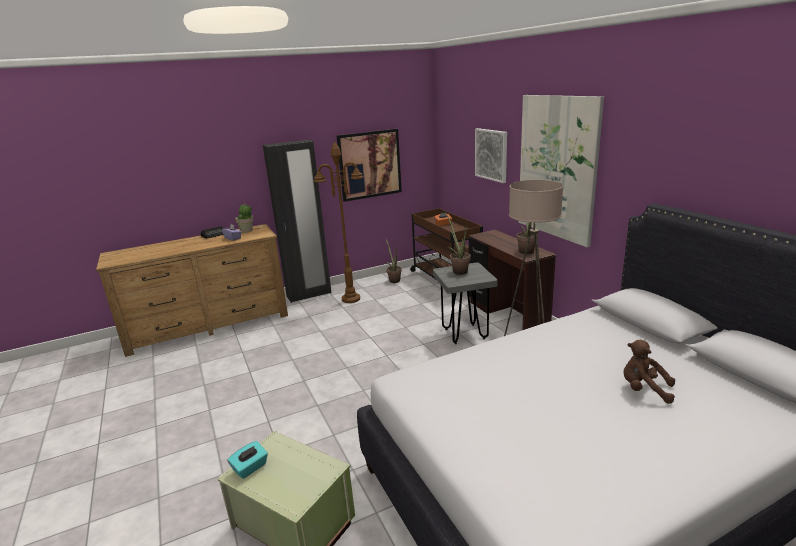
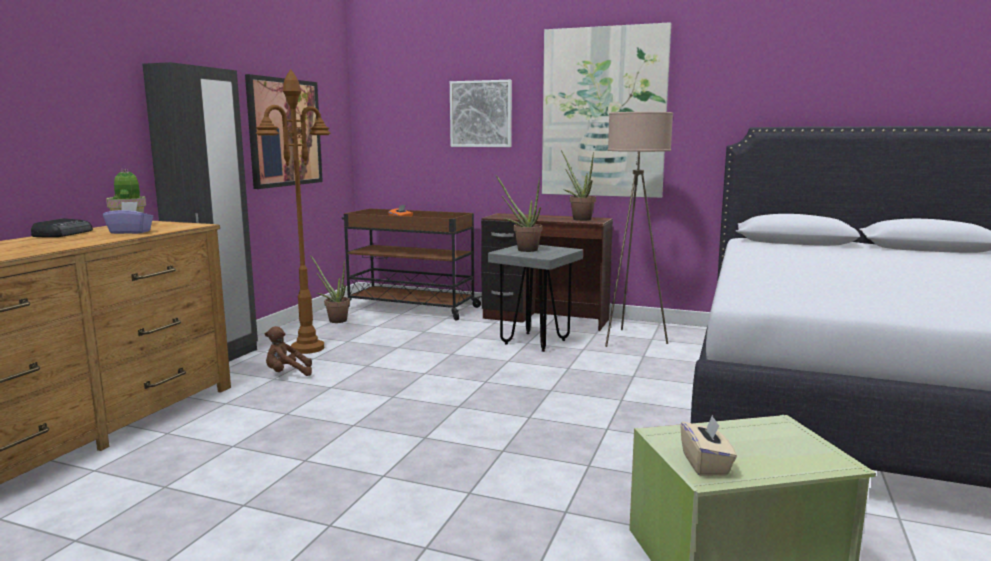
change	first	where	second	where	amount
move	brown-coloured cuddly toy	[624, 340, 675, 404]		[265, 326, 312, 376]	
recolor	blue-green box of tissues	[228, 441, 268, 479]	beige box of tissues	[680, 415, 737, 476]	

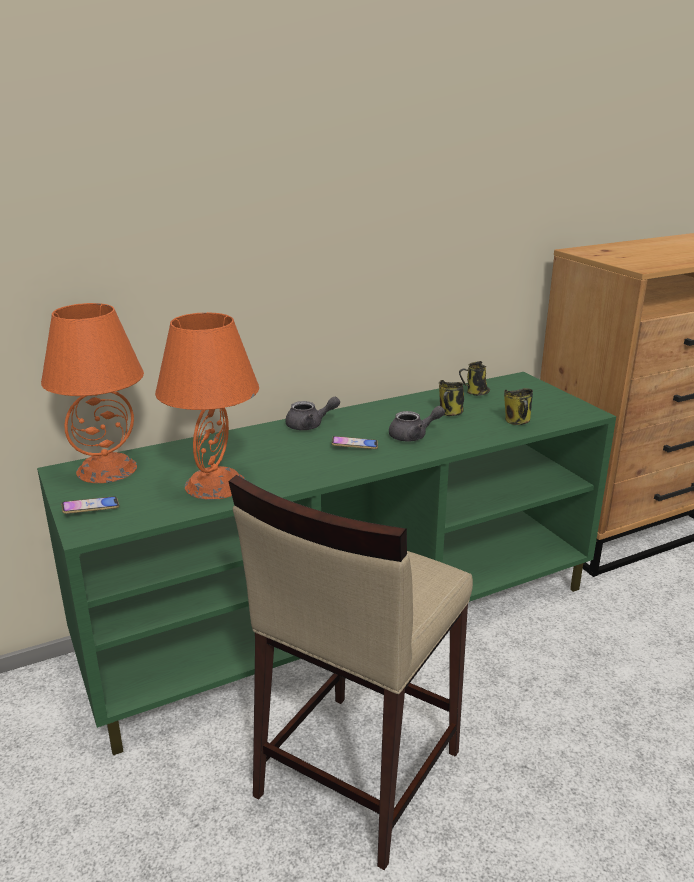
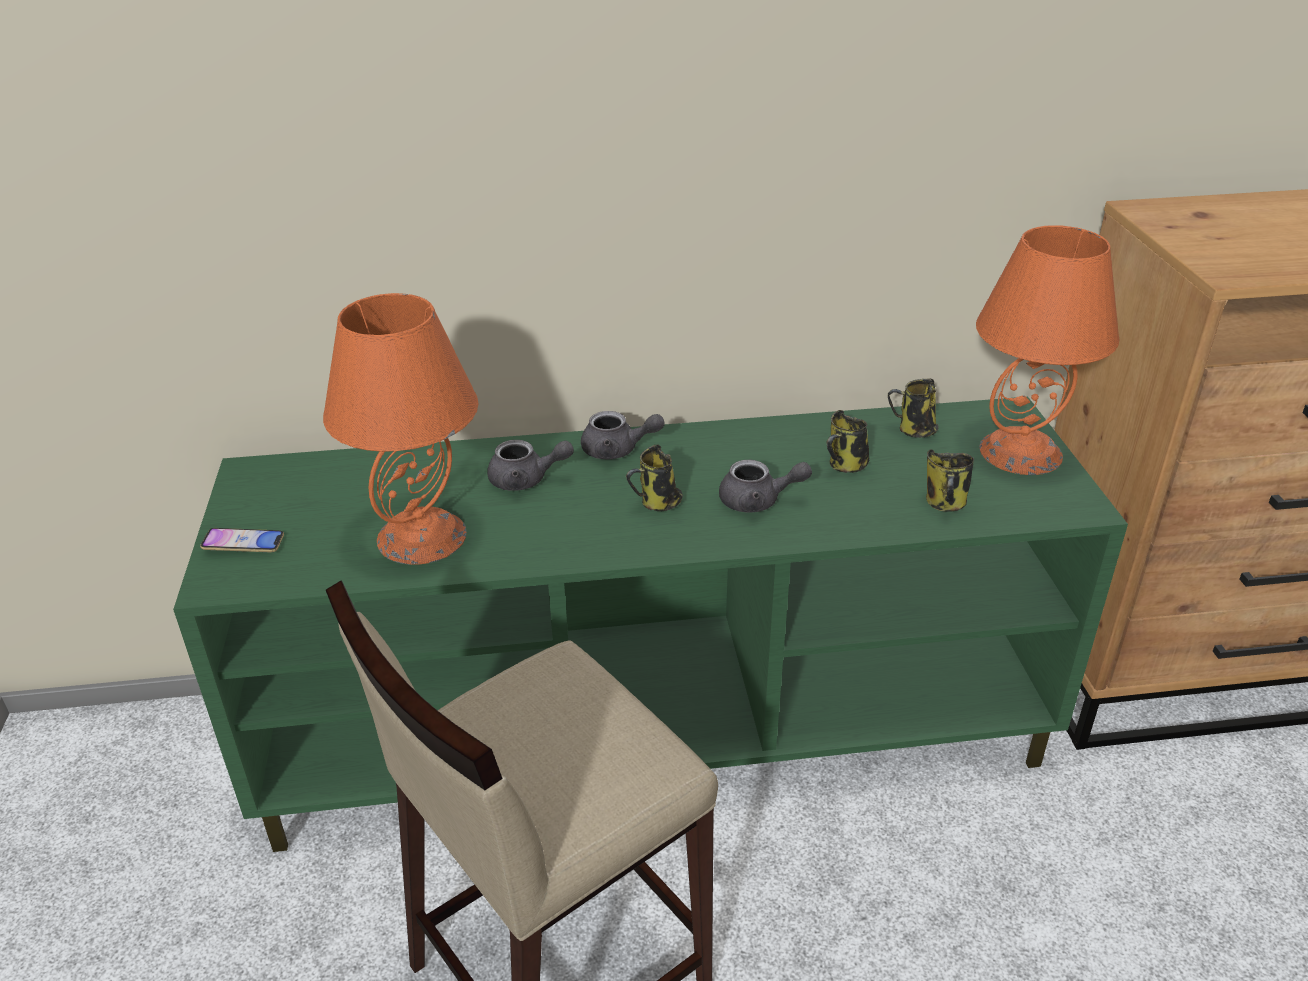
change	first	where	second	where	amount
insert			grey teapot	[487, 440, 574, 491]	
move	orange table lamp	[41, 303, 144, 483]		[976, 225, 1119, 475]	
replace	handset	[332, 436, 378, 449]	coffee mug	[626, 444, 683, 511]	

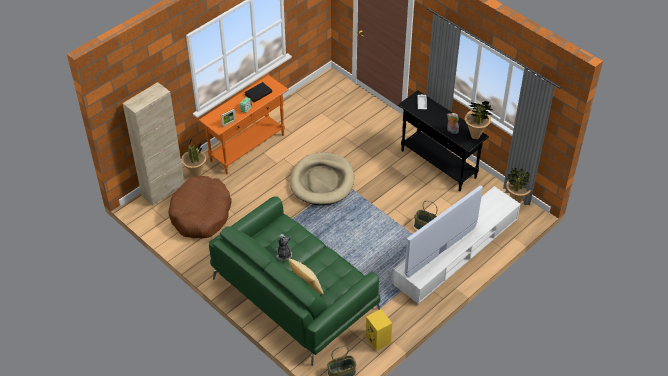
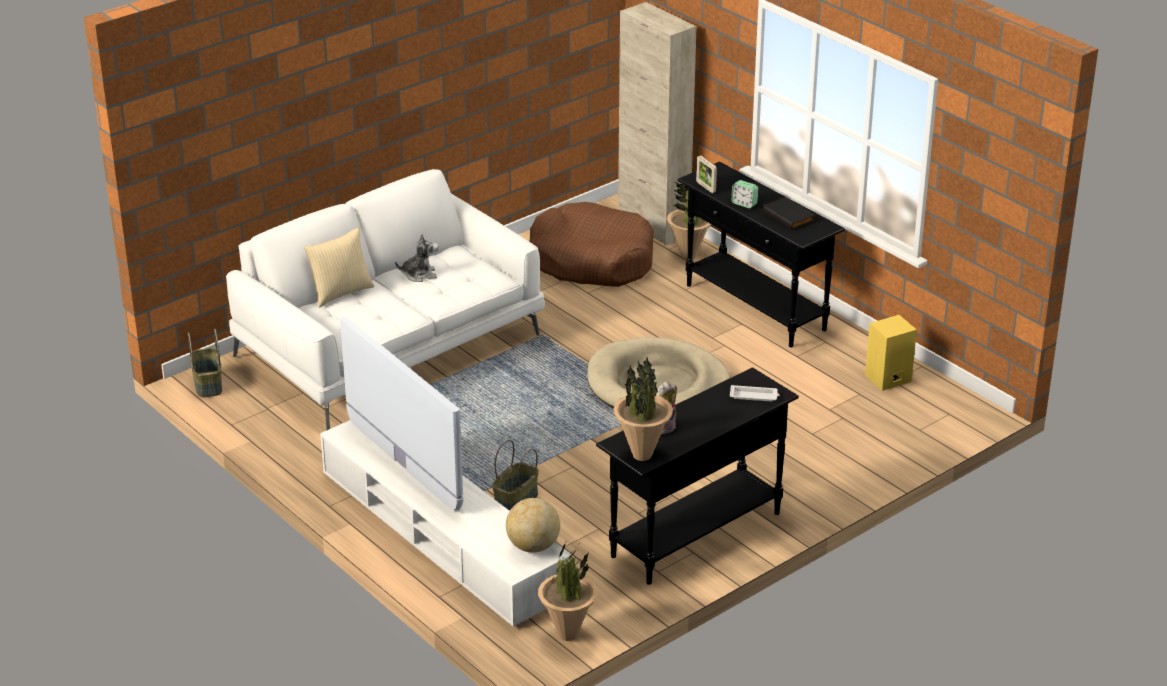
change	first	where	second	where	amount
insert			globe	[506, 498, 560, 553]	
move	yellow-coloured loudspeaker	[365, 309, 392, 351]		[865, 315, 917, 391]	
recolor	orange console table	[199, 75, 289, 174]	black console table	[678, 162, 845, 347]	
recolor	green-coloured sofa	[209, 196, 381, 366]	white sofa	[226, 169, 545, 430]	

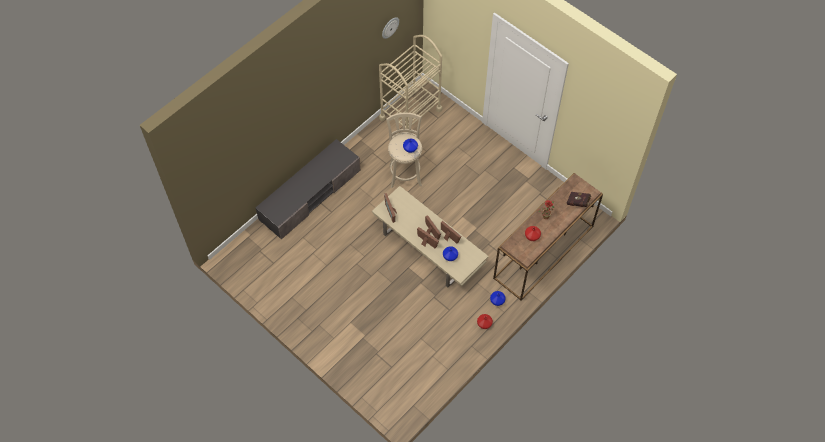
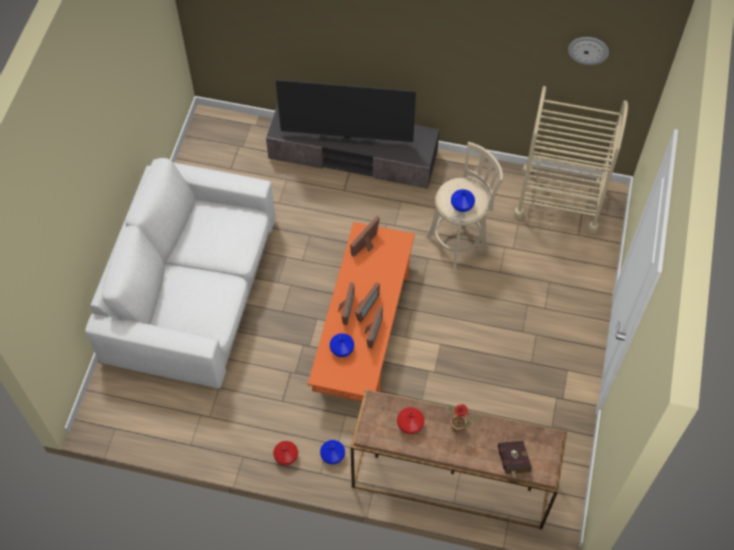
change	first	where	second	where	amount
insert			white sofa	[85, 158, 276, 388]	
insert			TV	[276, 80, 416, 145]	
recolor	beige coffee table	[372, 186, 488, 287]	orange coffee table	[308, 222, 415, 402]	

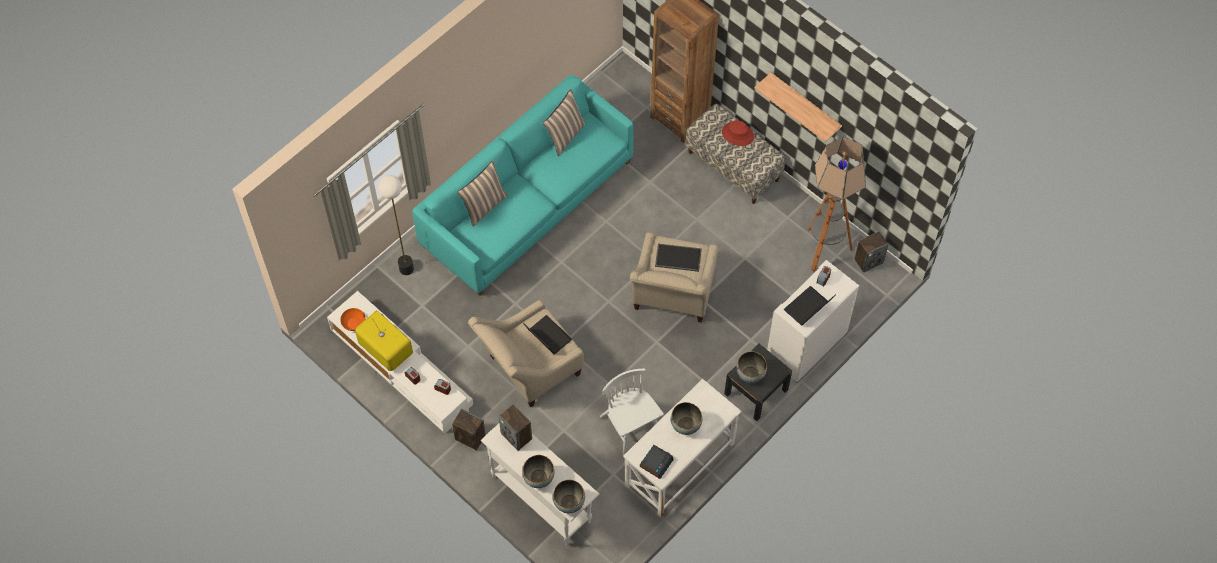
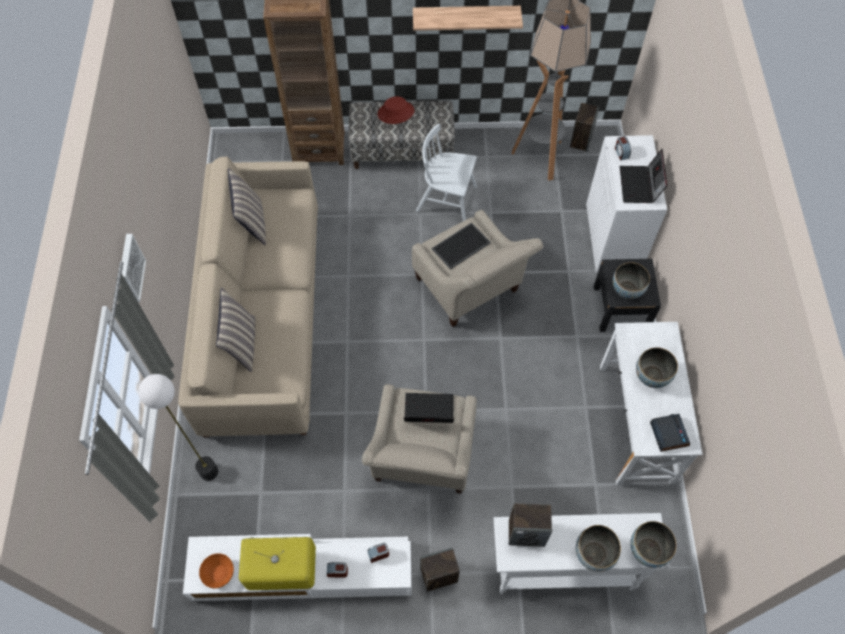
change	first	where	second	where	amount
insert			picture	[122, 234, 146, 302]	
move	white upright chair	[600, 369, 664, 456]		[416, 124, 477, 221]	
recolor	blue-green sofa	[412, 74, 633, 296]	beige sofa	[178, 157, 318, 437]	

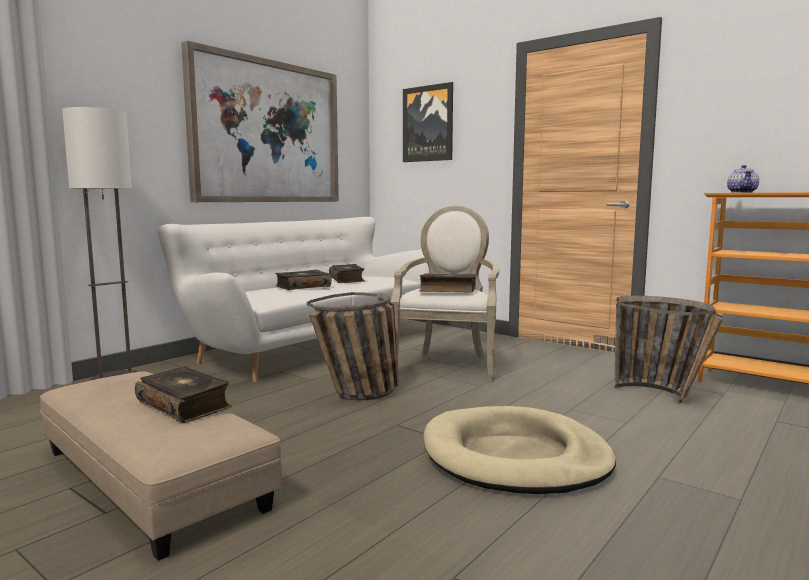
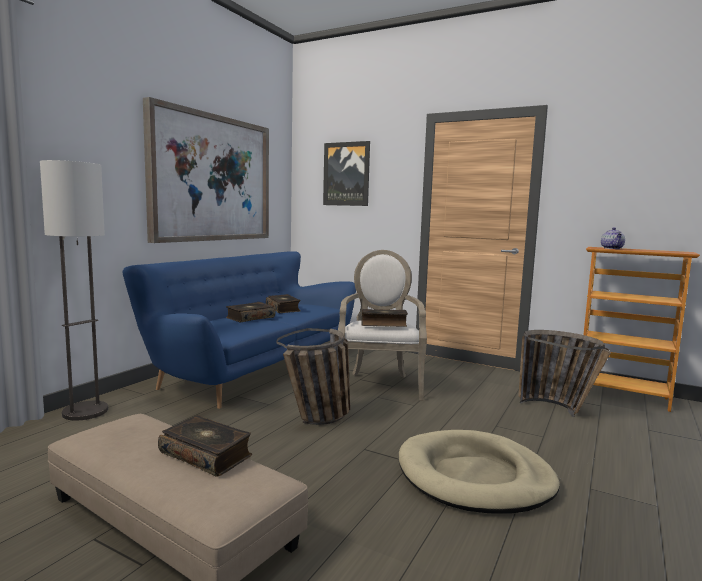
change	first	where	second	where	amount
recolor	white sofa	[157, 217, 429, 382]	bluish sofa	[123, 252, 356, 409]	

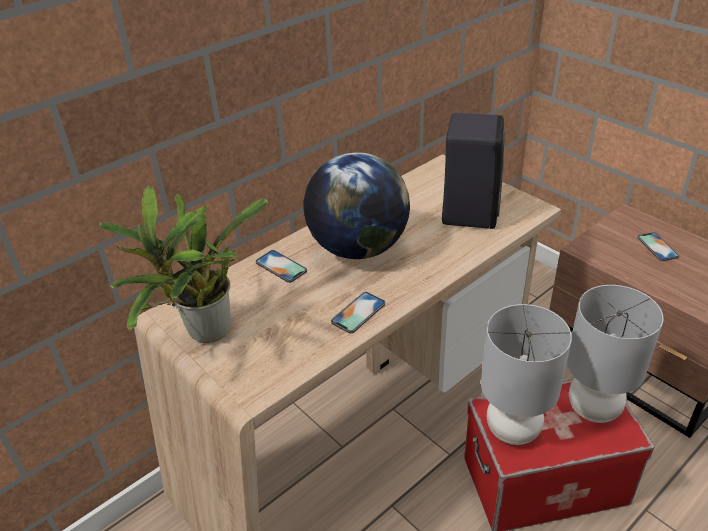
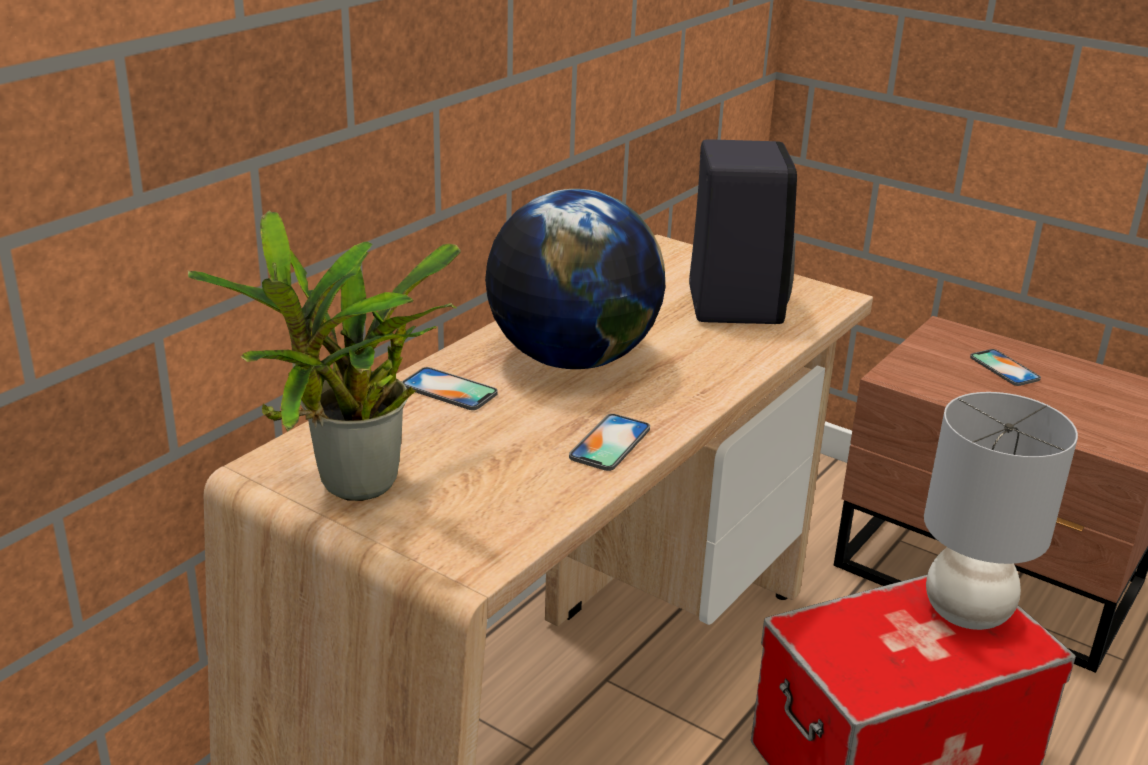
change	first	where	second	where	amount
delete	grey table lamp	[481, 304, 572, 445]			

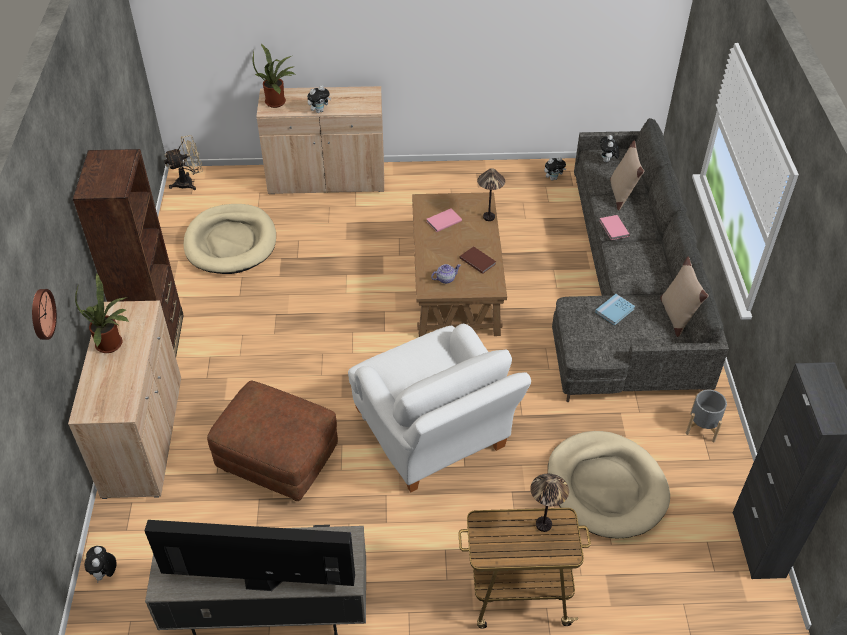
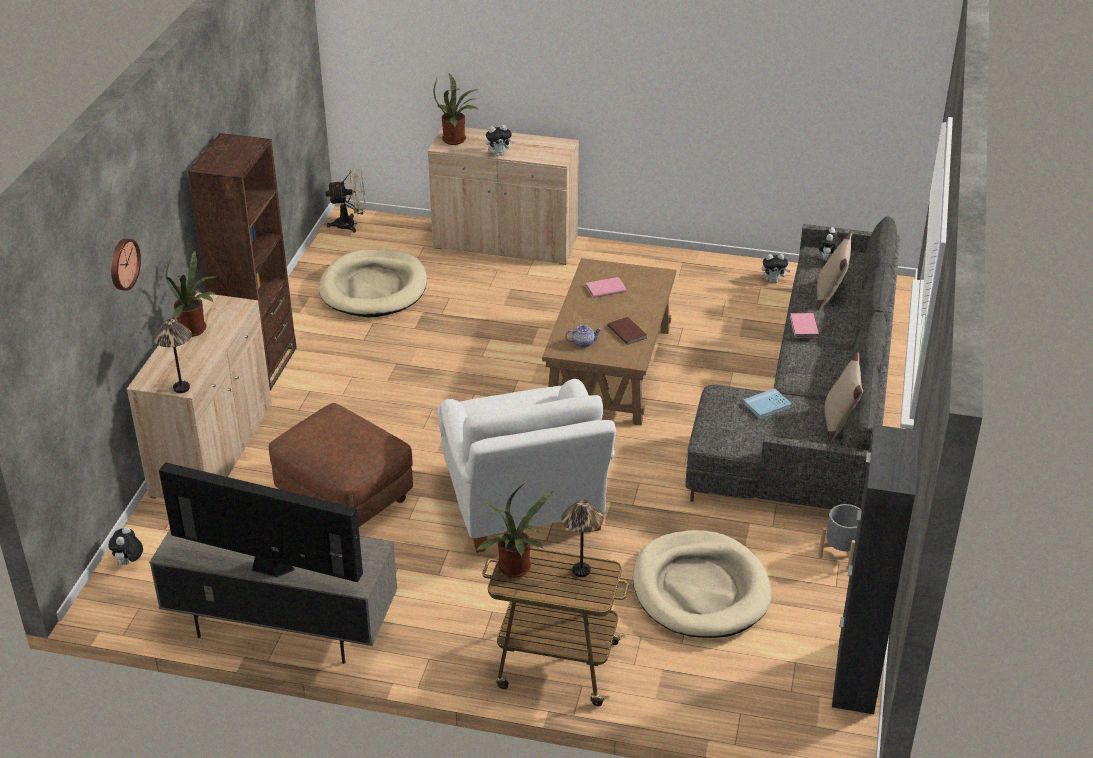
change	first	where	second	where	amount
insert			plant in a pot	[476, 483, 554, 578]	
move	table lamp	[477, 168, 505, 221]		[153, 319, 192, 393]	

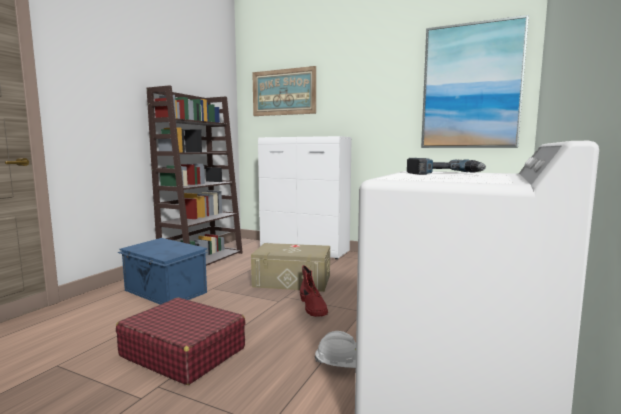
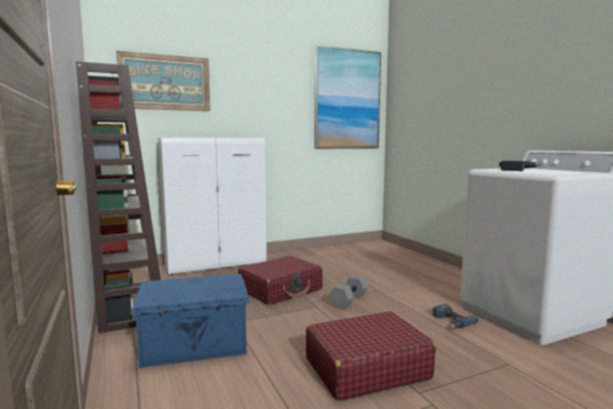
change	first	where	second	where	amount
replace	beige storage box	[251, 243, 330, 292]	red travel case	[238, 256, 323, 305]	
replace	red boot	[300, 265, 328, 317]	grey free weight	[329, 275, 368, 309]	
replace	white safety helmet	[314, 331, 356, 368]	electric drill	[432, 304, 478, 329]	

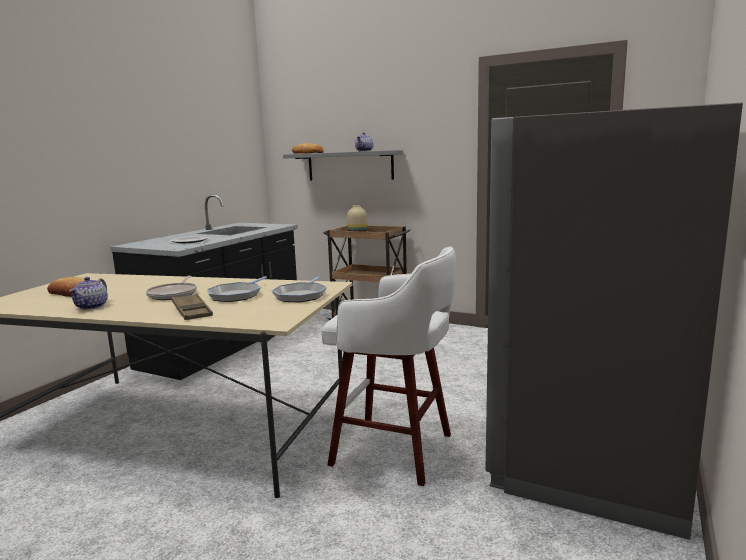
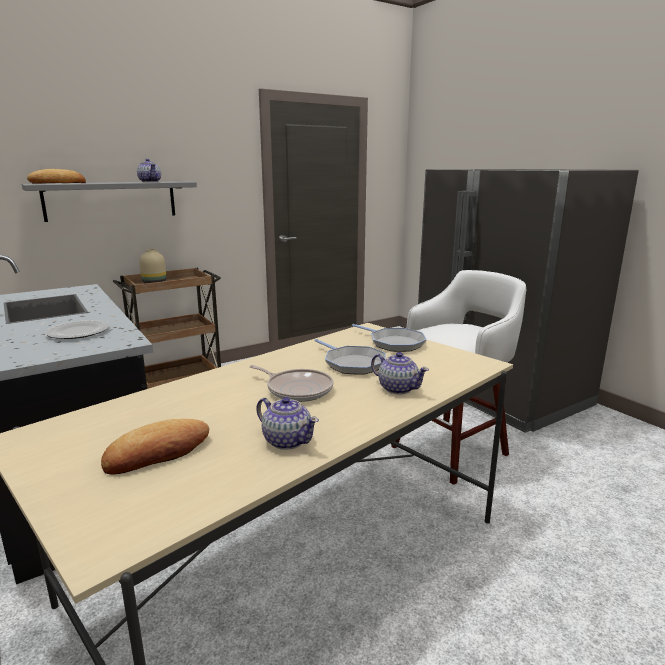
change	first	where	second	where	amount
replace	brown-coloured carrying tray	[171, 293, 213, 320]	teapot	[371, 352, 429, 394]	

